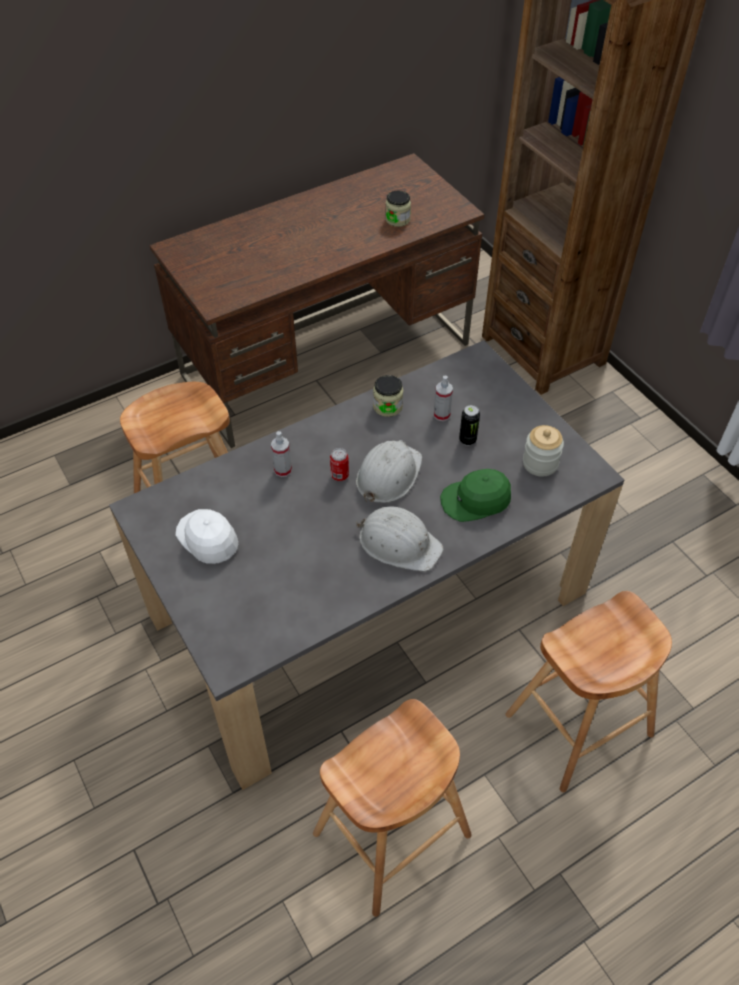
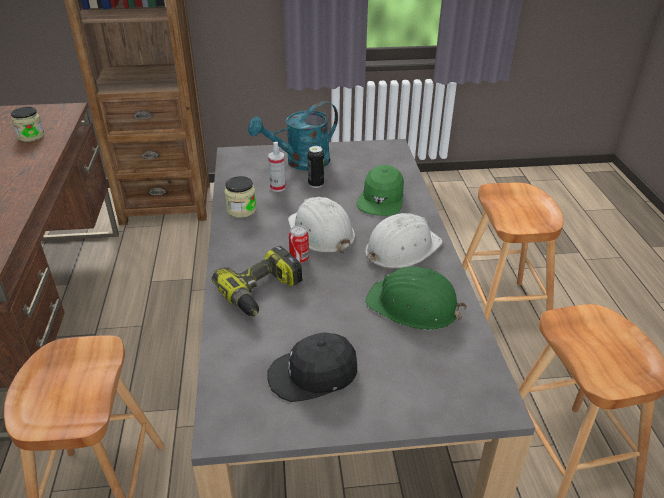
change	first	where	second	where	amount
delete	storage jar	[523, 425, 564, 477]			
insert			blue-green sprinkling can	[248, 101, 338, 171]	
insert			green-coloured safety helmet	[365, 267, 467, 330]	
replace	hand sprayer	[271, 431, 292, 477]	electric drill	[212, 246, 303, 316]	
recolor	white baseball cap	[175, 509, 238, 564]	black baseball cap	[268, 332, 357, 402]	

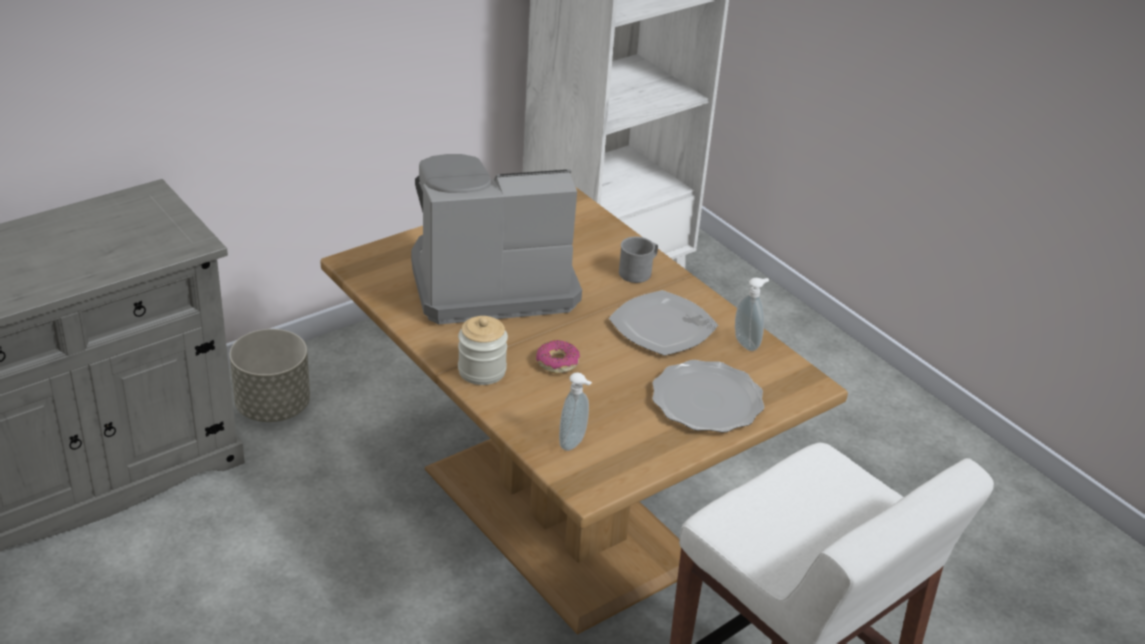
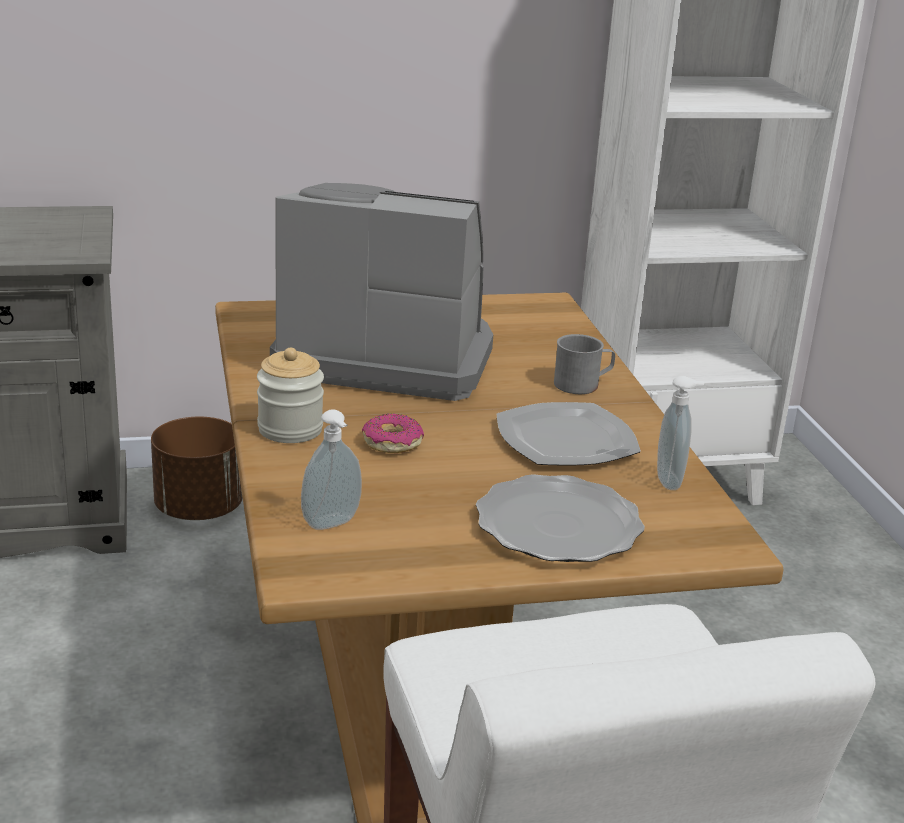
change	first	where	second	where	amount
recolor	grey plant pot	[230, 329, 310, 422]	brown-coloured plant pot	[151, 417, 242, 520]	

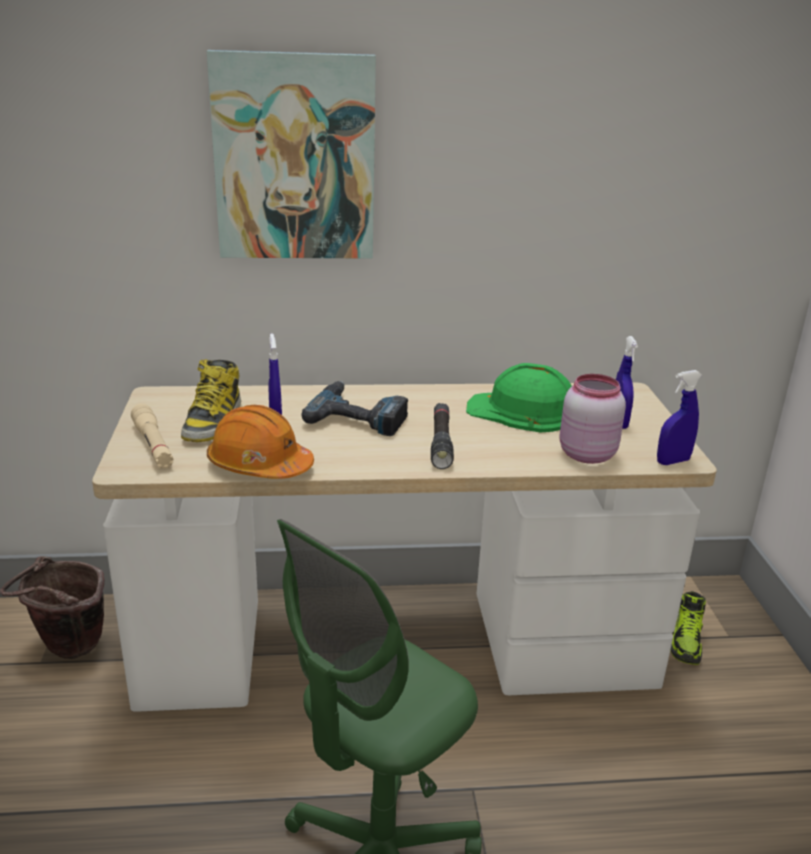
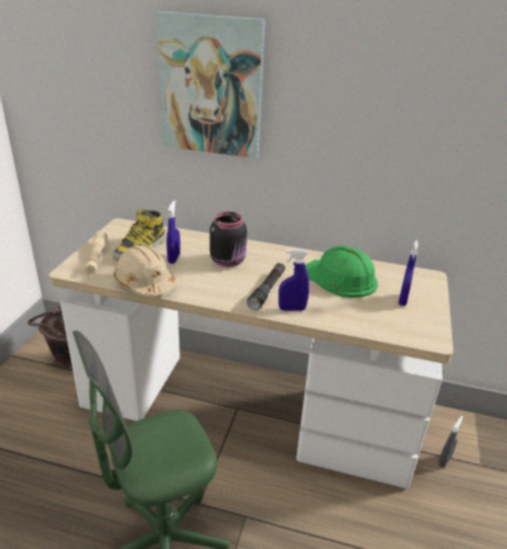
change	first	where	second	where	amount
delete	pink-coloured storage jar	[560, 374, 626, 464]			
move	bluish hand sprayer	[657, 370, 702, 465]		[278, 249, 310, 311]	
replace	electric drill	[301, 381, 408, 436]	black storage jar	[210, 212, 247, 267]	
replace	low shoe	[670, 591, 706, 665]	grey hand sprayer	[438, 416, 463, 467]	
recolor	orange safety helmet	[207, 405, 314, 479]	beige safety helmet	[114, 245, 176, 296]	

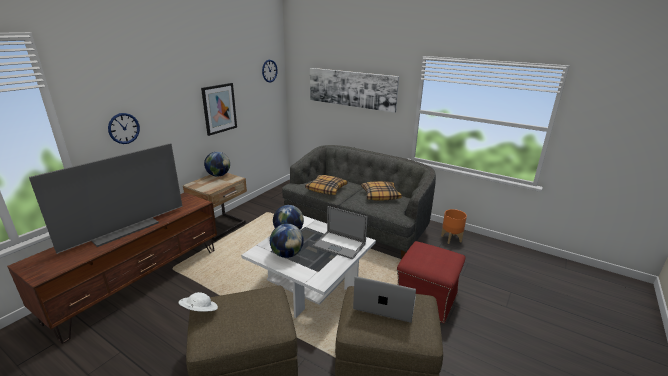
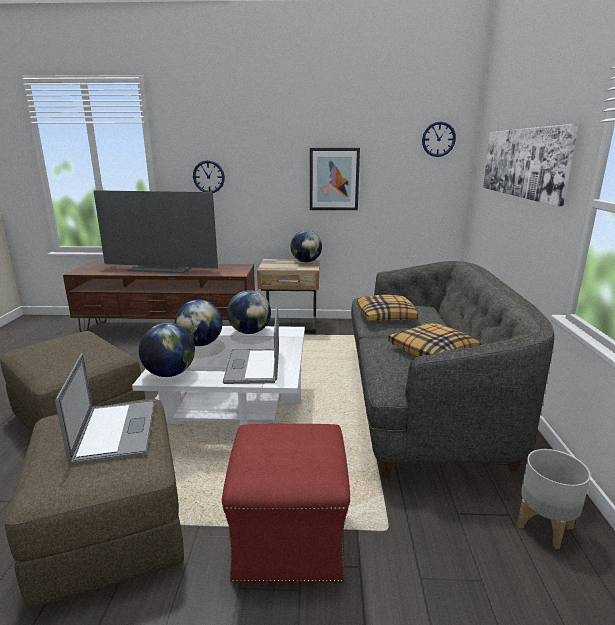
change	first	where	second	where	amount
delete	white clothing hat	[178, 292, 218, 312]			
insert			globe	[139, 323, 195, 377]	
recolor	orange plant pot	[441, 209, 467, 244]	grey plant pot	[517, 449, 591, 549]	

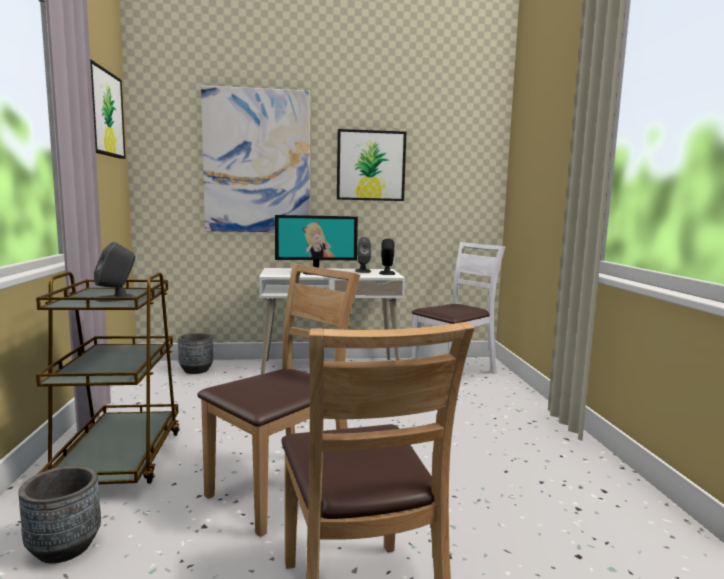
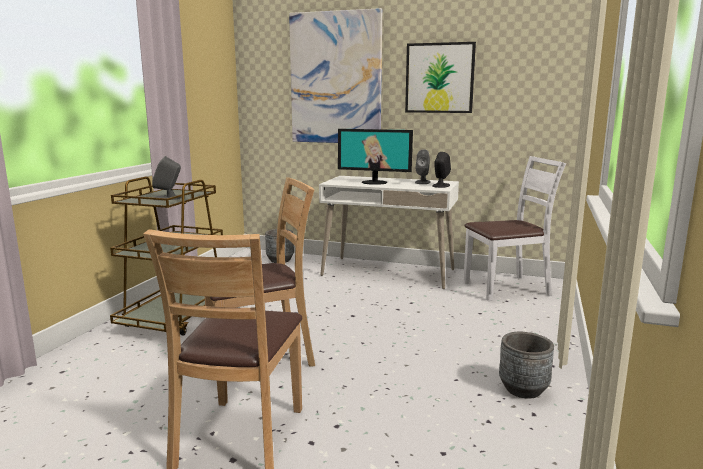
change	first	where	second	where	amount
delete	picture	[90, 59, 126, 159]			
move	grey plant pot	[19, 466, 101, 563]		[499, 332, 554, 399]	

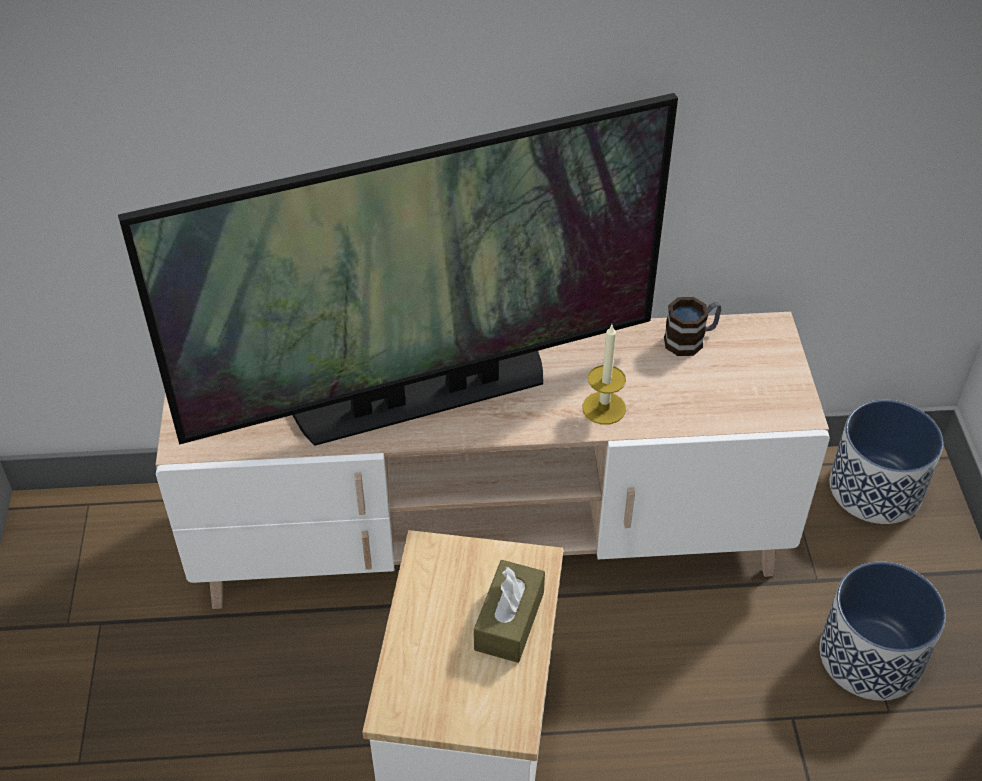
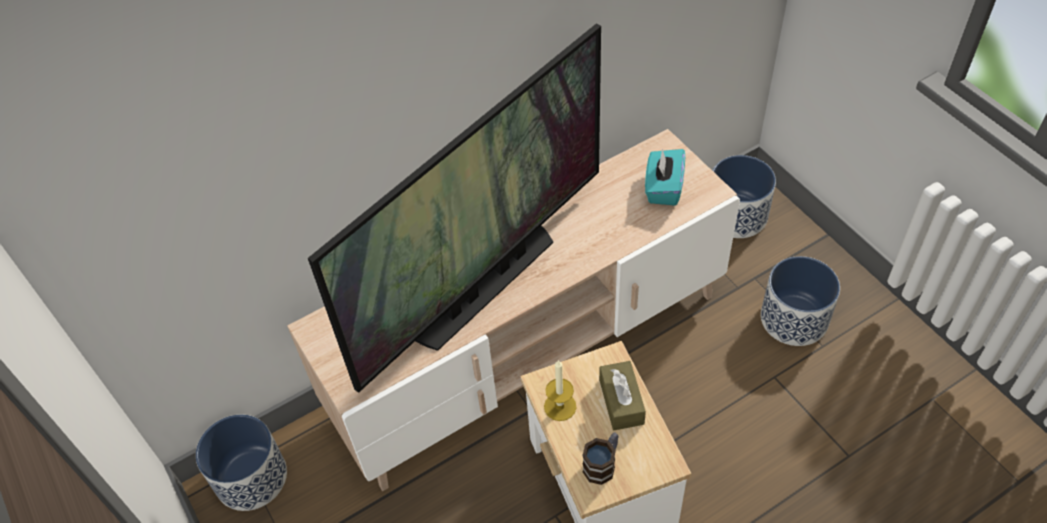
change	first	where	second	where	amount
insert			plant pot	[196, 415, 287, 511]	
insert			blue-green box of tissues	[645, 149, 685, 206]	
move	wax candle	[582, 325, 626, 424]		[544, 360, 577, 421]	
move	coffee mug	[664, 297, 722, 356]		[582, 432, 618, 485]	

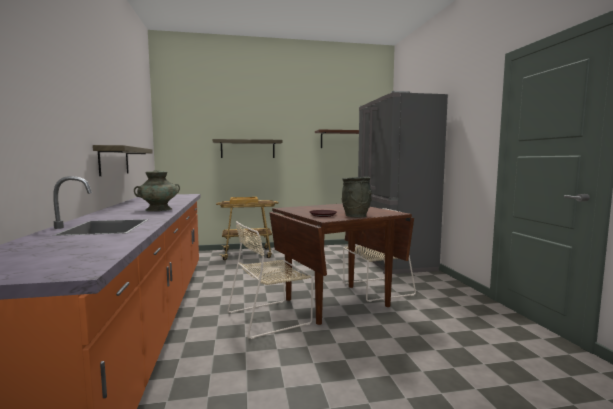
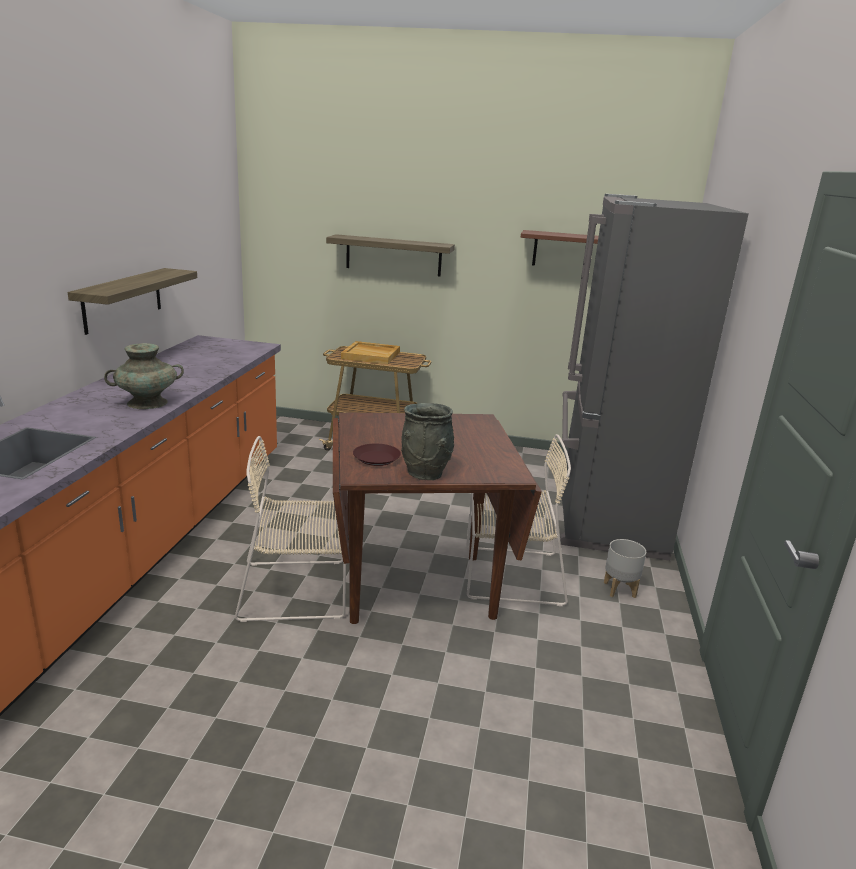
change	first	where	second	where	amount
insert			grey plant pot	[604, 539, 646, 598]	

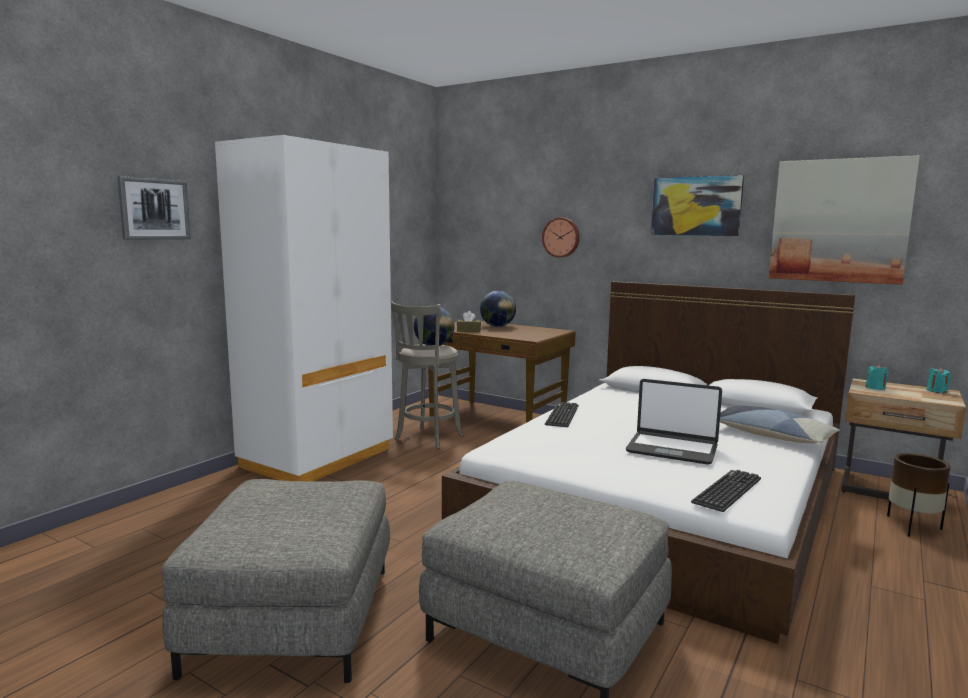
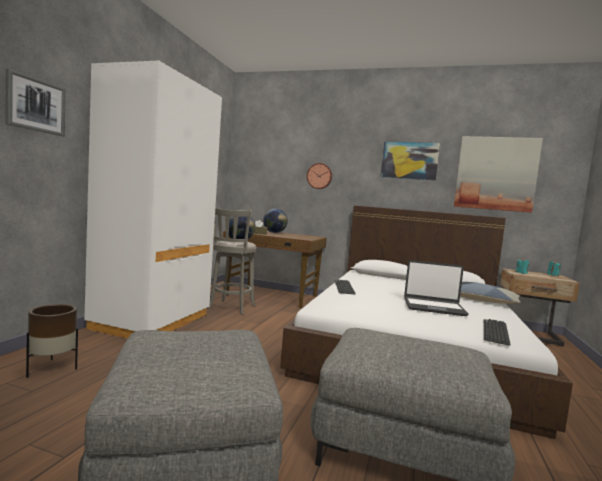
change	first	where	second	where	amount
move	brown-coloured plant pot	[887, 453, 951, 537]		[26, 304, 78, 378]	

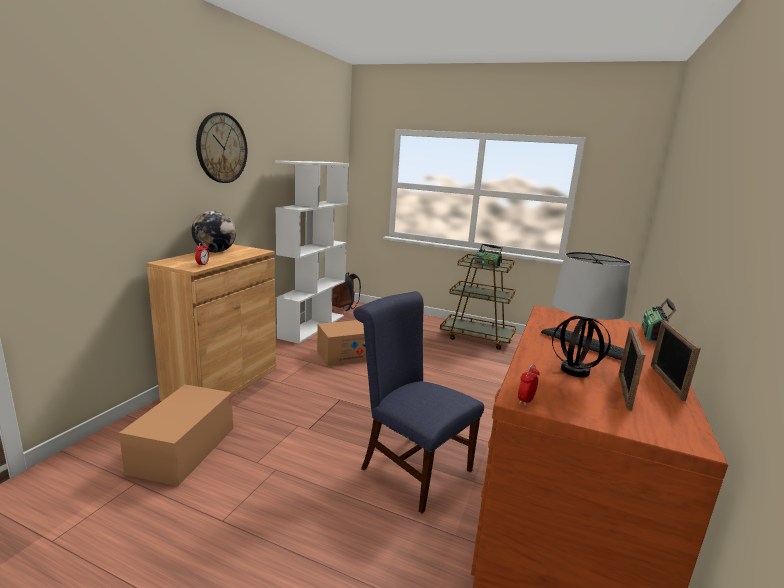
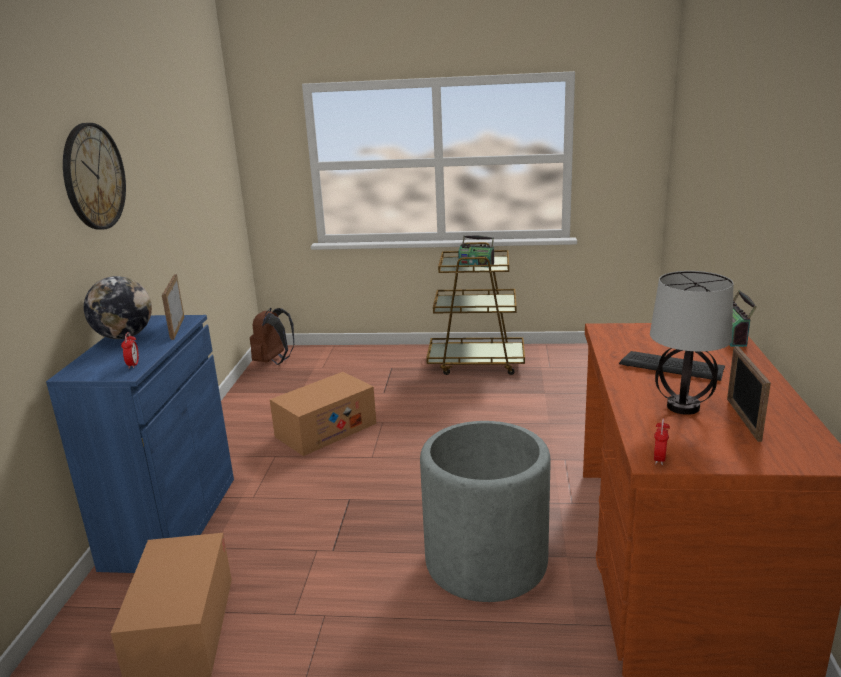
change	first	where	second	where	amount
delete	white bookshelf	[275, 161, 349, 344]			
move	picture frame	[651, 320, 701, 401]		[162, 274, 184, 340]	
replace	bluish upright chair	[353, 291, 484, 513]	grey plant pot	[420, 421, 551, 602]	
recolor	brown-coloured cabinet	[147, 244, 276, 401]	bluish cabinet	[46, 315, 234, 573]	

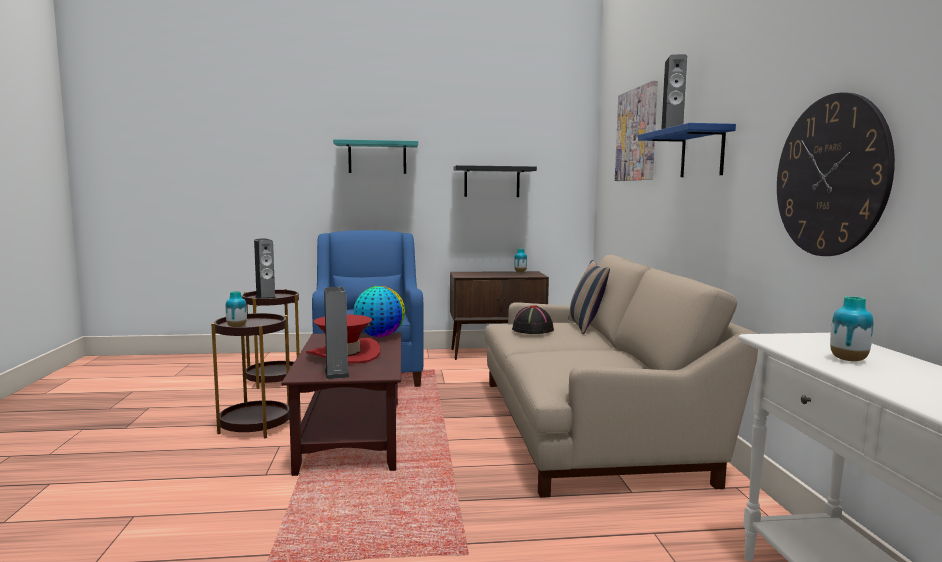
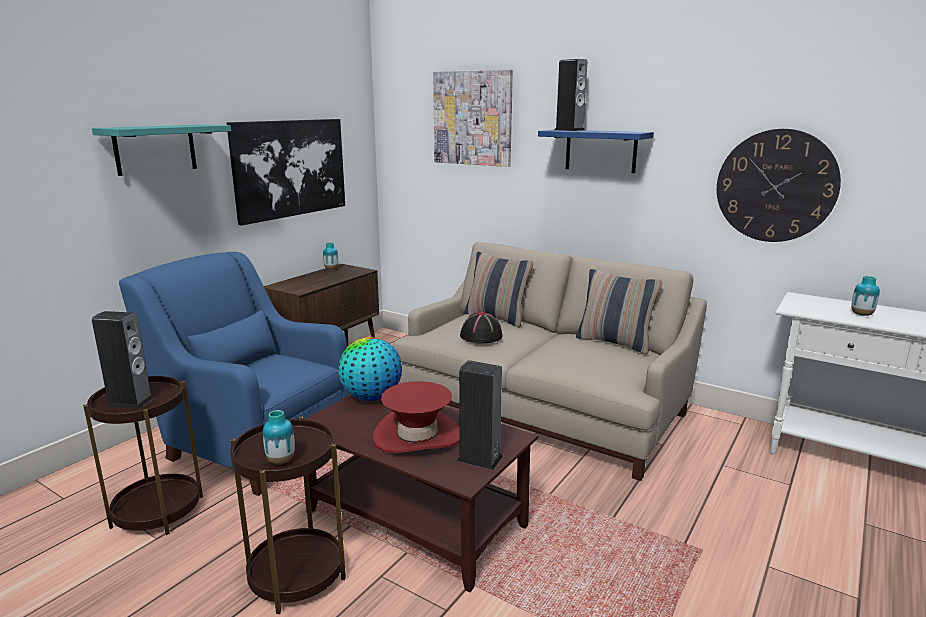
change	first	where	second	where	amount
insert			throw pillow	[576, 269, 663, 354]	
replace	black bracket shelf	[453, 165, 537, 197]	picture	[227, 119, 345, 226]	

